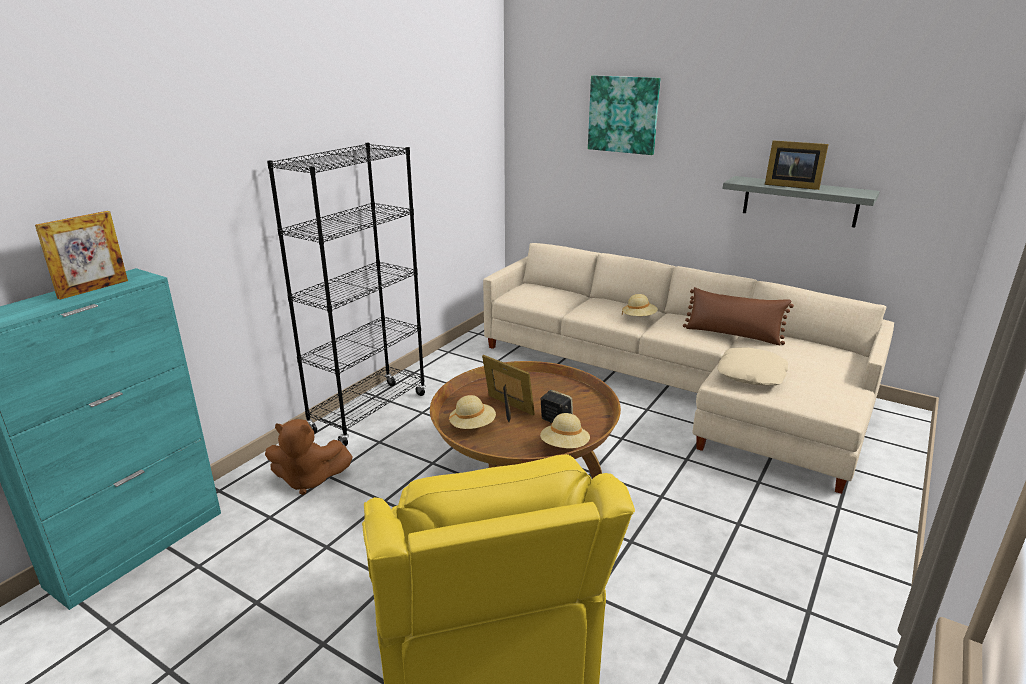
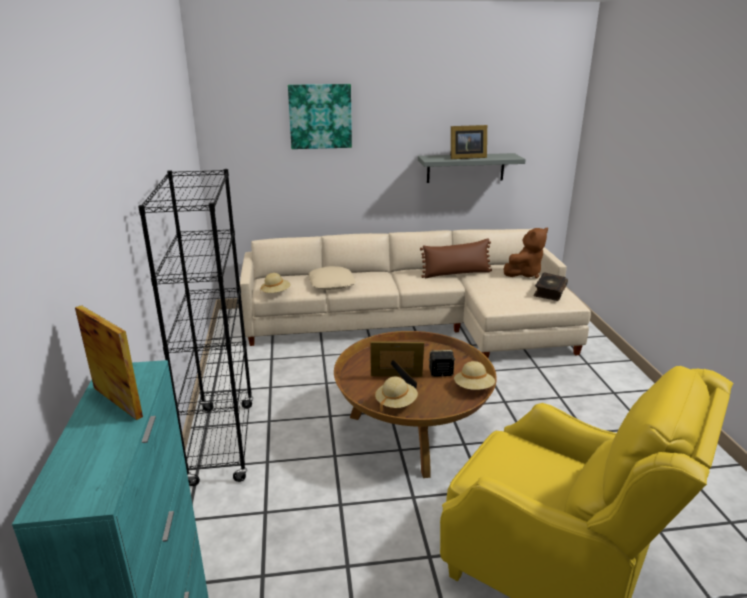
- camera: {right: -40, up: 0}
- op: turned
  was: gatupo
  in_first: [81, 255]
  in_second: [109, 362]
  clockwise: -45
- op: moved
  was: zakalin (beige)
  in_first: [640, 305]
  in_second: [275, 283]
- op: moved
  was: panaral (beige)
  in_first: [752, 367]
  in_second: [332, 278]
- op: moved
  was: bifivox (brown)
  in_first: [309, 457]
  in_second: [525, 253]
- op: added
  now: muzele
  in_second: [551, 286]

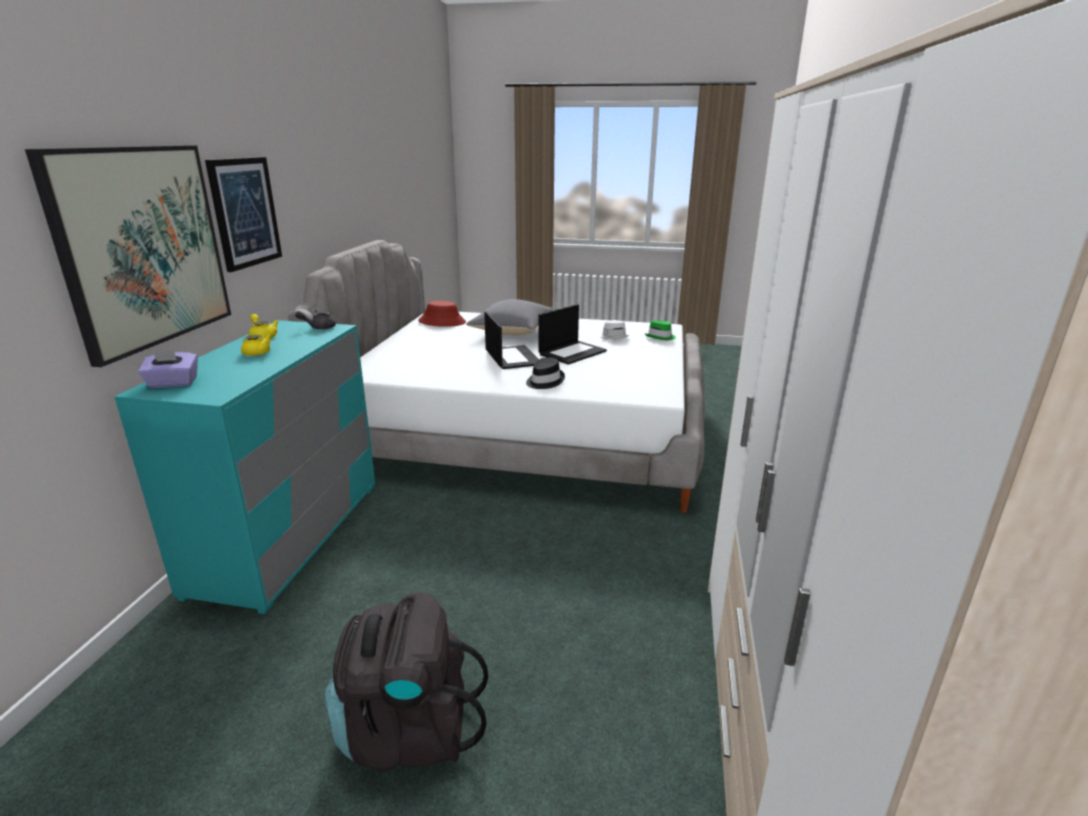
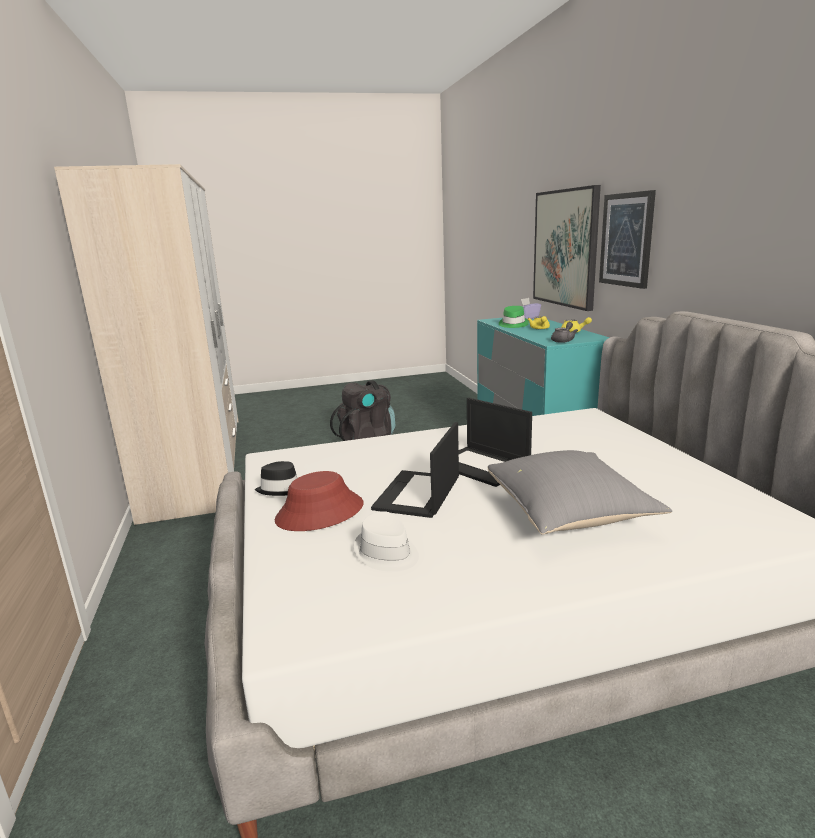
- camera: {right: 155, up: -5}
- op: moved
  was: zakalin (red)
  in_first: [442, 314]
  in_second: [319, 501]
- op: moved
  was: zakalin (green)
  in_first: [660, 330]
  in_second: [514, 317]
- op: moved
  was: zakalin (black)
  in_first: [545, 373]
  in_second: [276, 478]

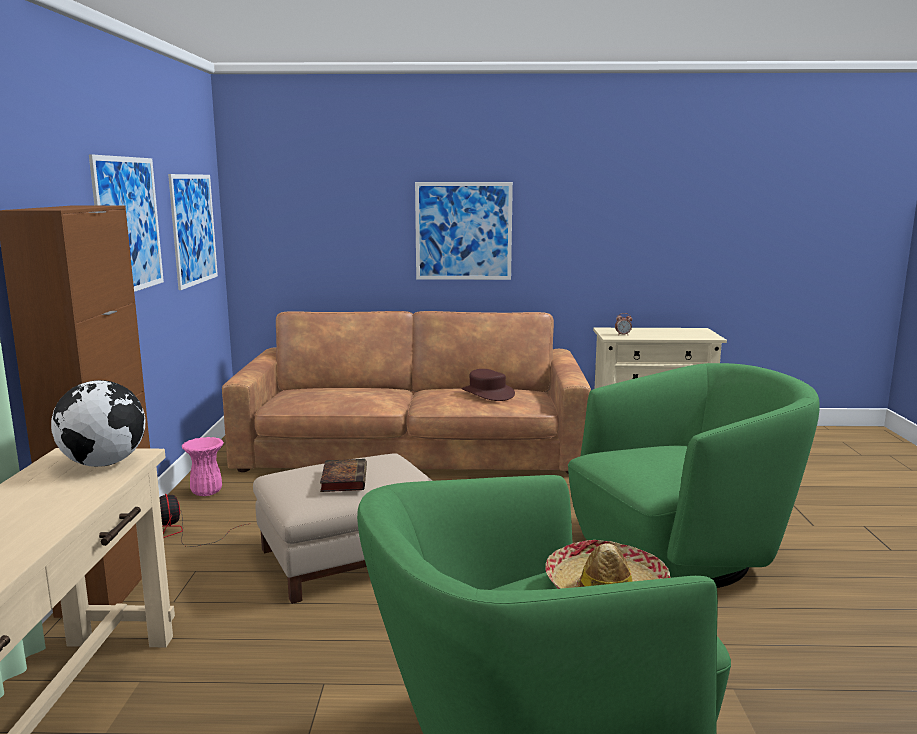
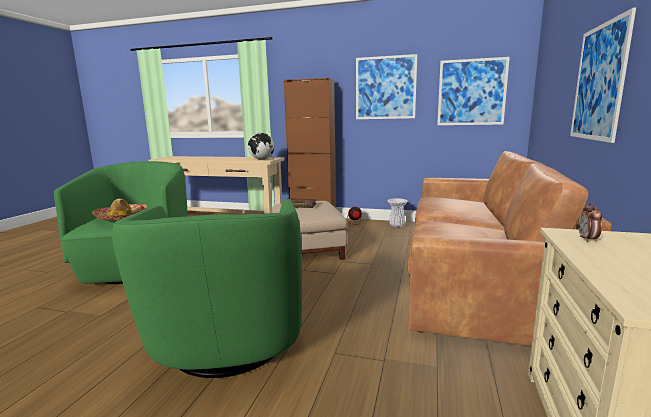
- camera: {right: 105, up: 0}
- op: removed
  was: zakalin (brown)
  in_first: [488, 385]
- op: recoloured
  was: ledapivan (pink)
  now: ledapivan (white)
  in_first: [203, 466]
  in_second: [397, 212]

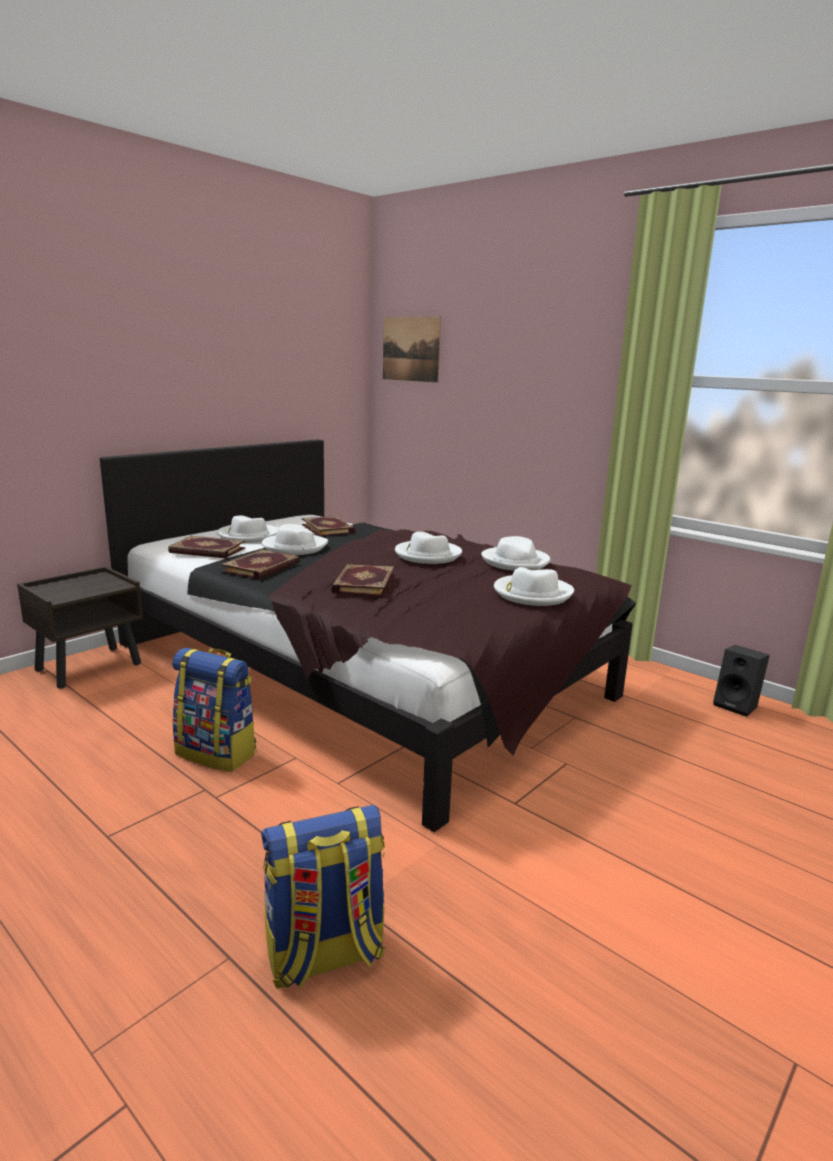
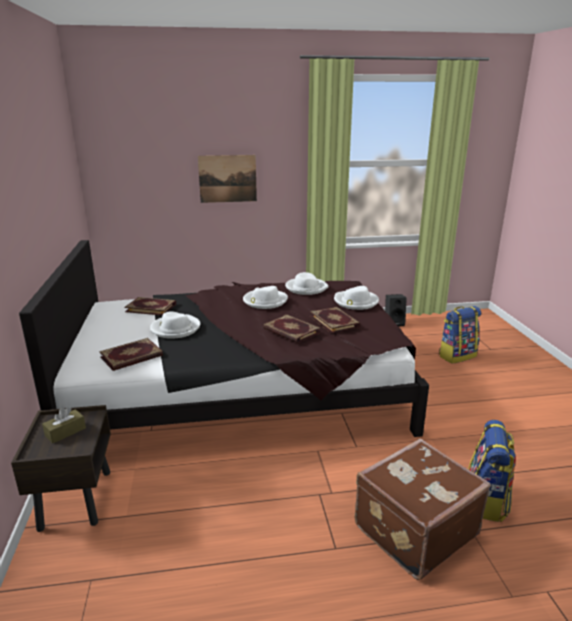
- camera: {right: -50, up: 5}
- op: moved
  was: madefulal
  in_first: [412, 350]
  in_second: [227, 179]
- op: removed
  was: zakalin (white)
  in_first: [247, 529]
- op: moved
  was: muzele
  in_first: [260, 564]
  in_second: [335, 320]
- op: moved
  was: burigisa
  in_first: [214, 710]
  in_second: [460, 335]
- op: added
  now: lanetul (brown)
  in_second: [64, 425]
- op: added
  now: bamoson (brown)
  in_second: [422, 509]

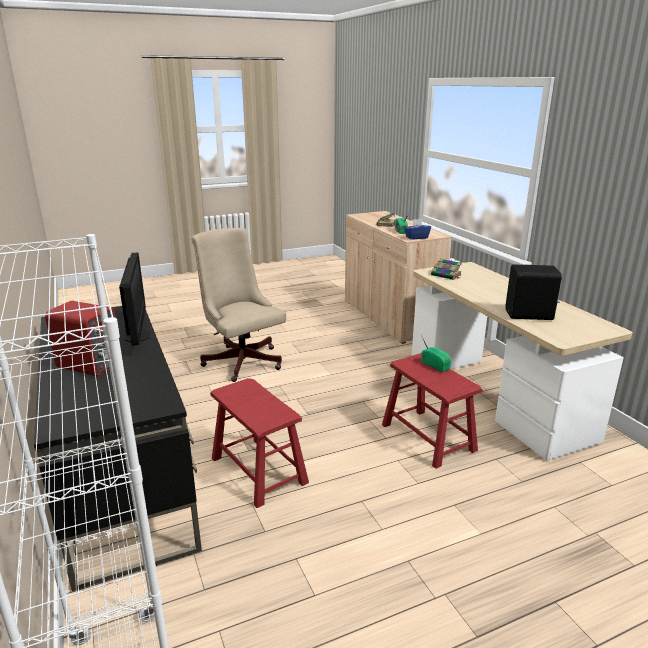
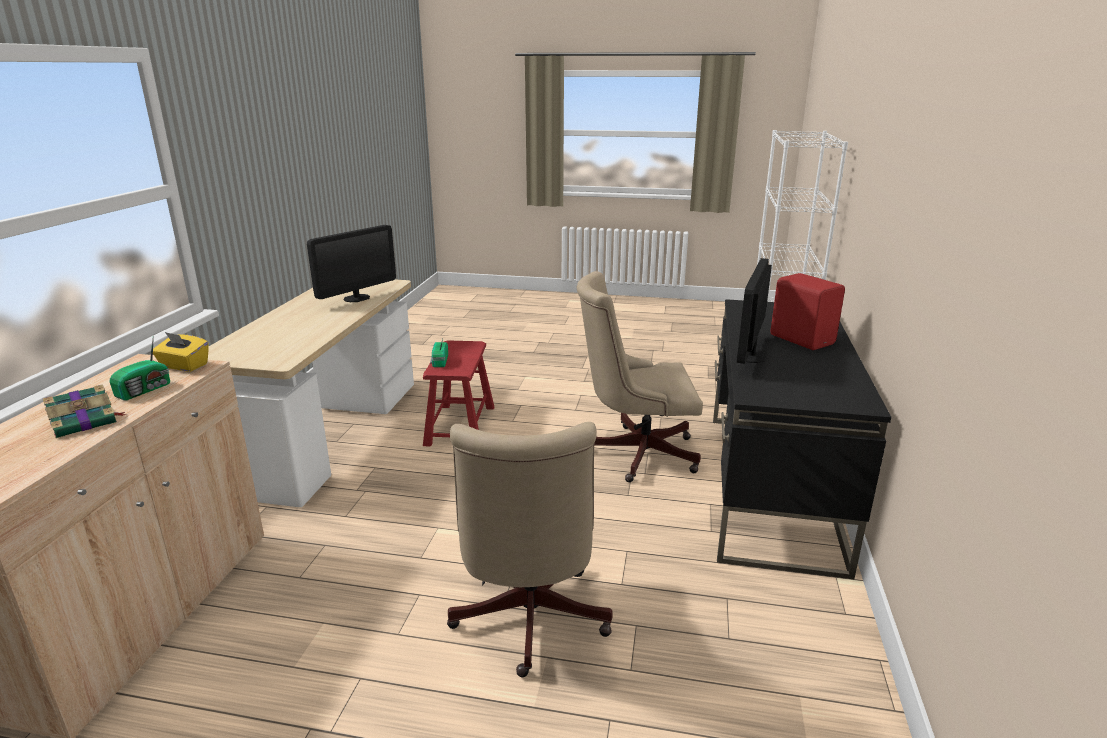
- camera: {right: -145, up: 0}
- op: recoloured
  was: lanetul (blue)
  now: lanetul (yellow)
  in_first: [417, 229]
  in_second: [181, 352]
- op: removed
  was: muzele
  in_first: [446, 269]
- op: replaced
  was: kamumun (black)
  now: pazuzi
  in_first: [533, 292]
  in_second: [351, 263]
- op: replaced
  was: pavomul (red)
  now: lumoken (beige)
  in_first: [259, 443]
  in_second: [640, 376]

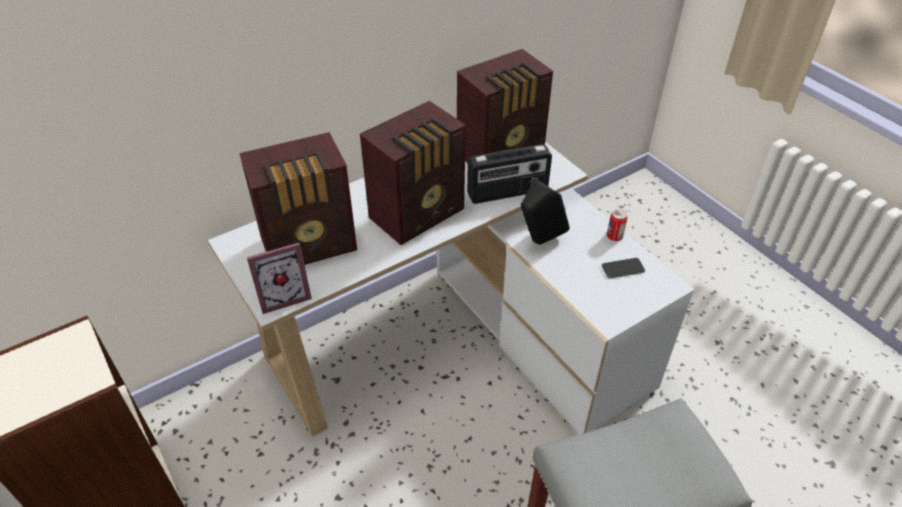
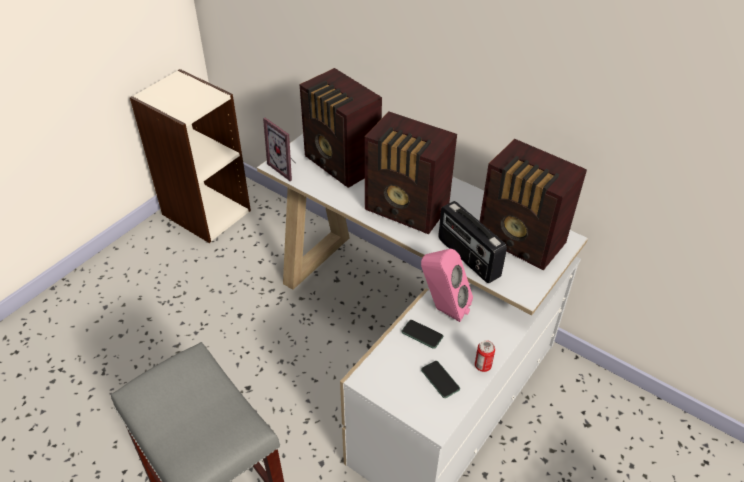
- camera: {right: 70, up: 0}
- op: recoloured
  was: kamumun (black)
  now: kamumun (pink)
  in_first: [545, 211]
  in_second: [447, 285]
- op: added
  now: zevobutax
  in_second: [422, 334]

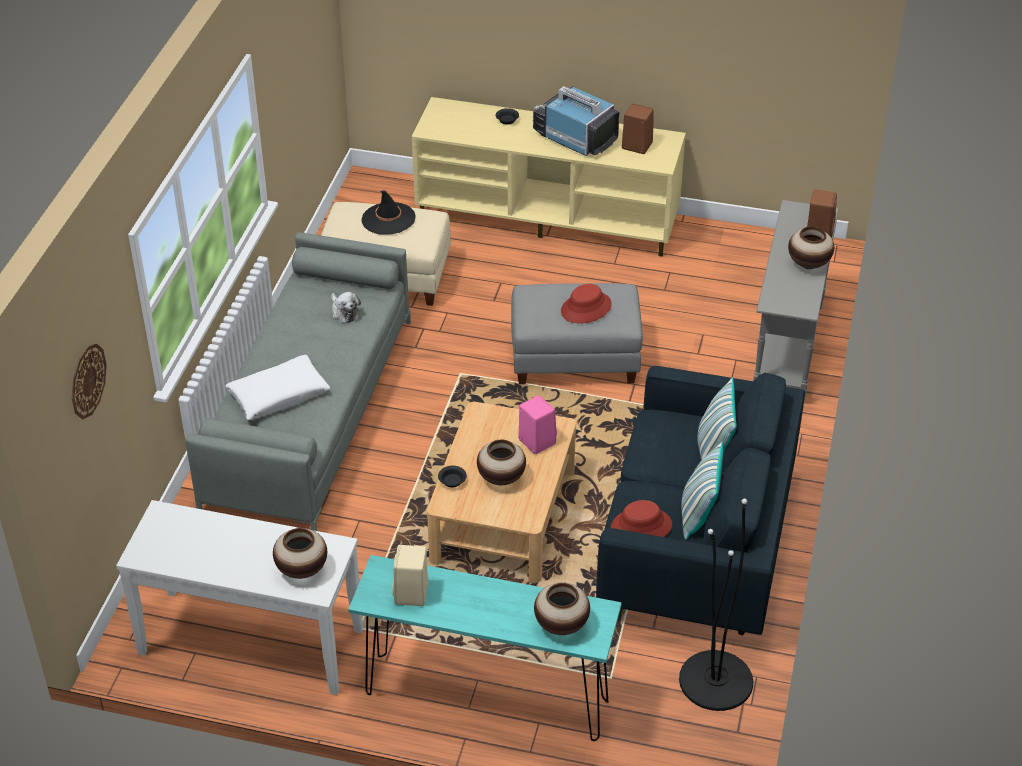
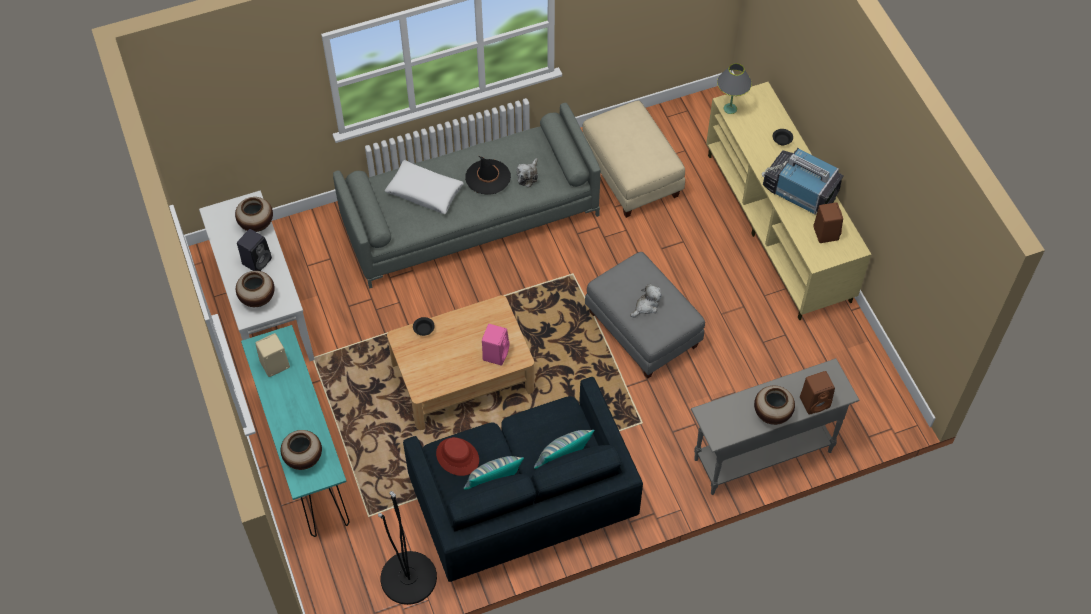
- camera: {right: 55, up: 15}
- op: turned
  was: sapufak
  in_first: [576, 121]
  in_second: [802, 181]
  clockwise: -60
- op: moved
  was: zakalin (black)
  in_first: [388, 212]
  in_second: [488, 175]
- op: replaced
  was: zakalin (red)
  now: bifivox
  in_first: [586, 304]
  in_second: [646, 300]
- op: removed
  was: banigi
  in_first: [89, 381]
- op: moved
  was: ledapivan
  in_first: [501, 462]
  in_second: [254, 214]
- op: added
  now: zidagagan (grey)
  in_second: [734, 88]
- op: added
  now: kamumun (black)
  in_second: [254, 250]

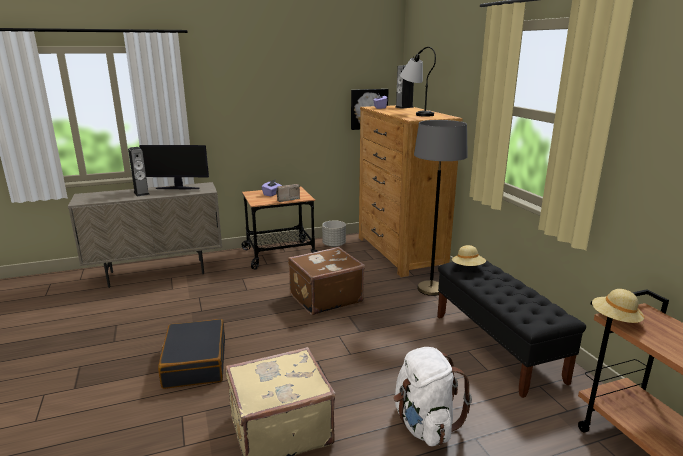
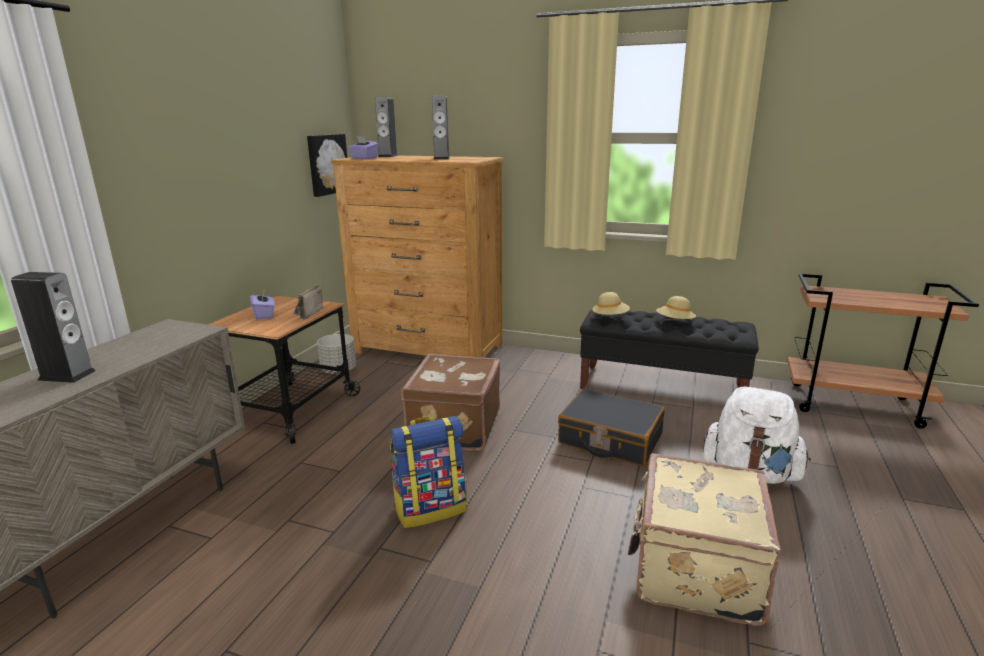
- camera: {right: -50, up: 0}
- op: replaced
  was: zidagagan
  now: kamumun
  in_first: [418, 82]
  in_second: [441, 127]
- op: removed
  was: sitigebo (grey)
  in_first: [441, 208]
- op: removed
  was: pazuzi
  in_first: [174, 167]
- op: moved
  was: zakalin (beige)
  in_first: [618, 306]
  in_second: [676, 308]
- op: moved
  was: bamoson (black)
  in_first: [191, 354]
  in_second: [611, 427]
- op: added
  now: burigisa
  in_second: [428, 472]

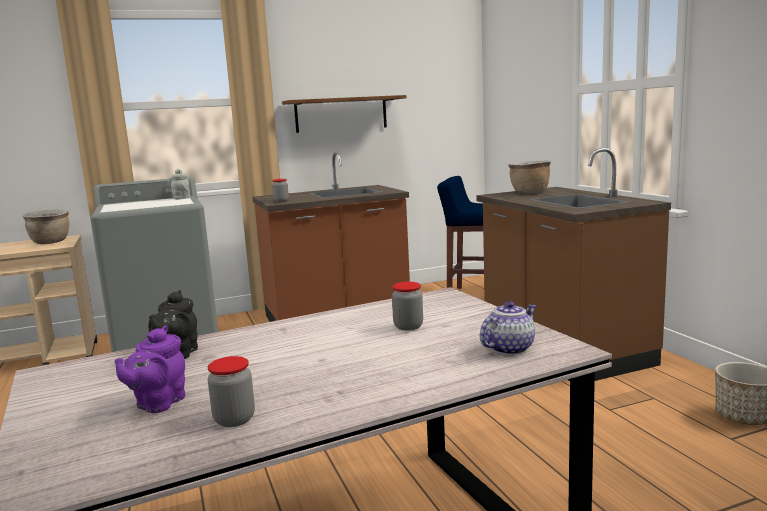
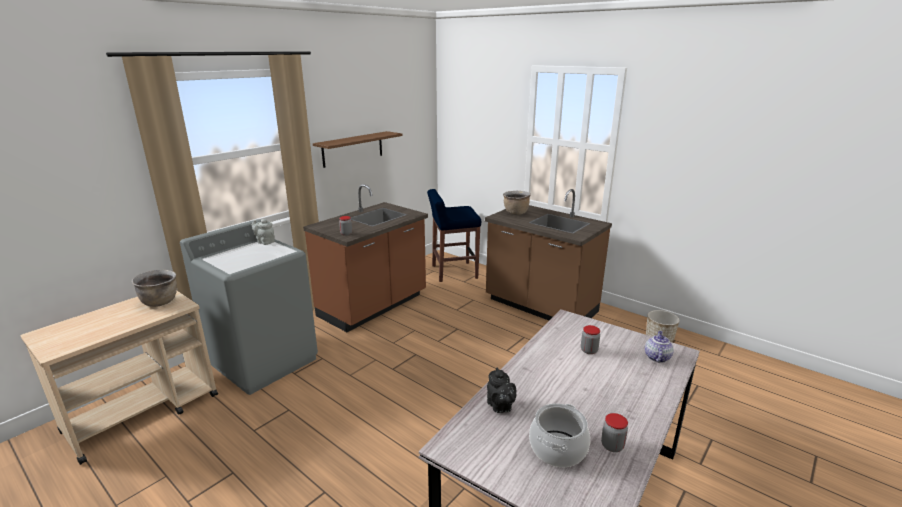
- camera: {right: -30, up: 10}
- op: replaced
  was: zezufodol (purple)
  now: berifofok
  in_first: [150, 369]
  in_second: [559, 435]

